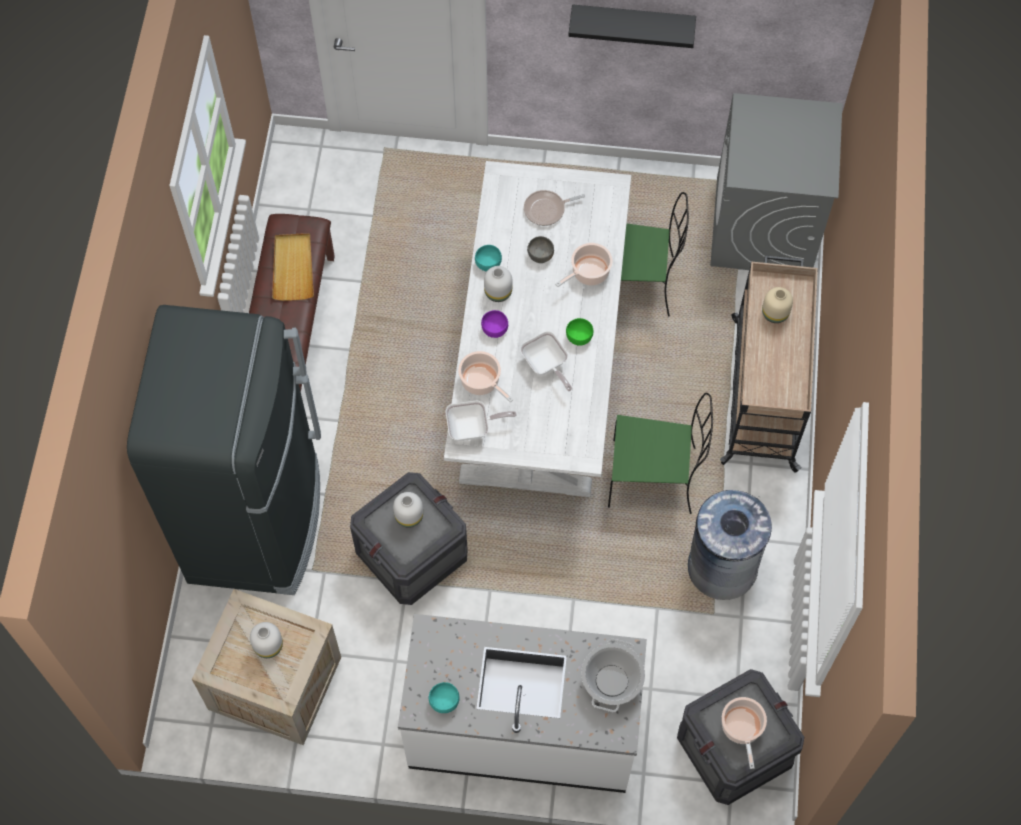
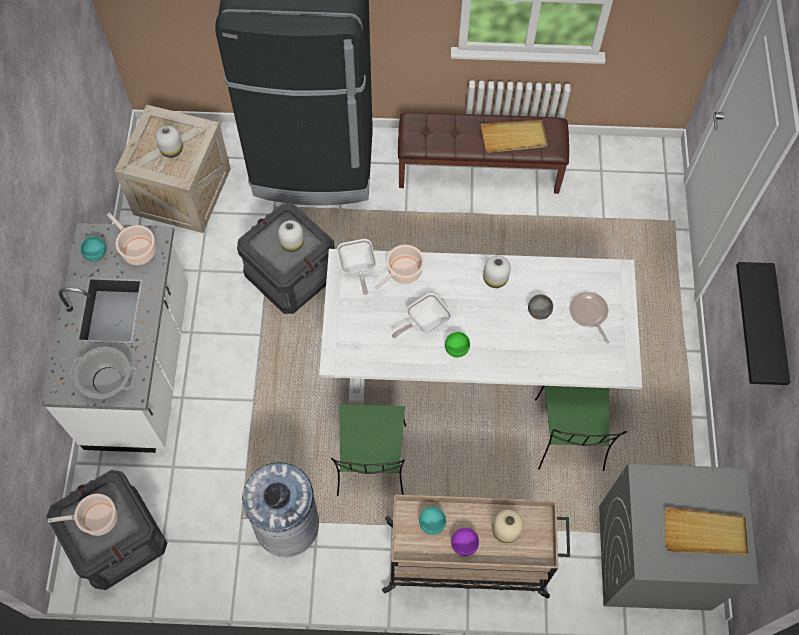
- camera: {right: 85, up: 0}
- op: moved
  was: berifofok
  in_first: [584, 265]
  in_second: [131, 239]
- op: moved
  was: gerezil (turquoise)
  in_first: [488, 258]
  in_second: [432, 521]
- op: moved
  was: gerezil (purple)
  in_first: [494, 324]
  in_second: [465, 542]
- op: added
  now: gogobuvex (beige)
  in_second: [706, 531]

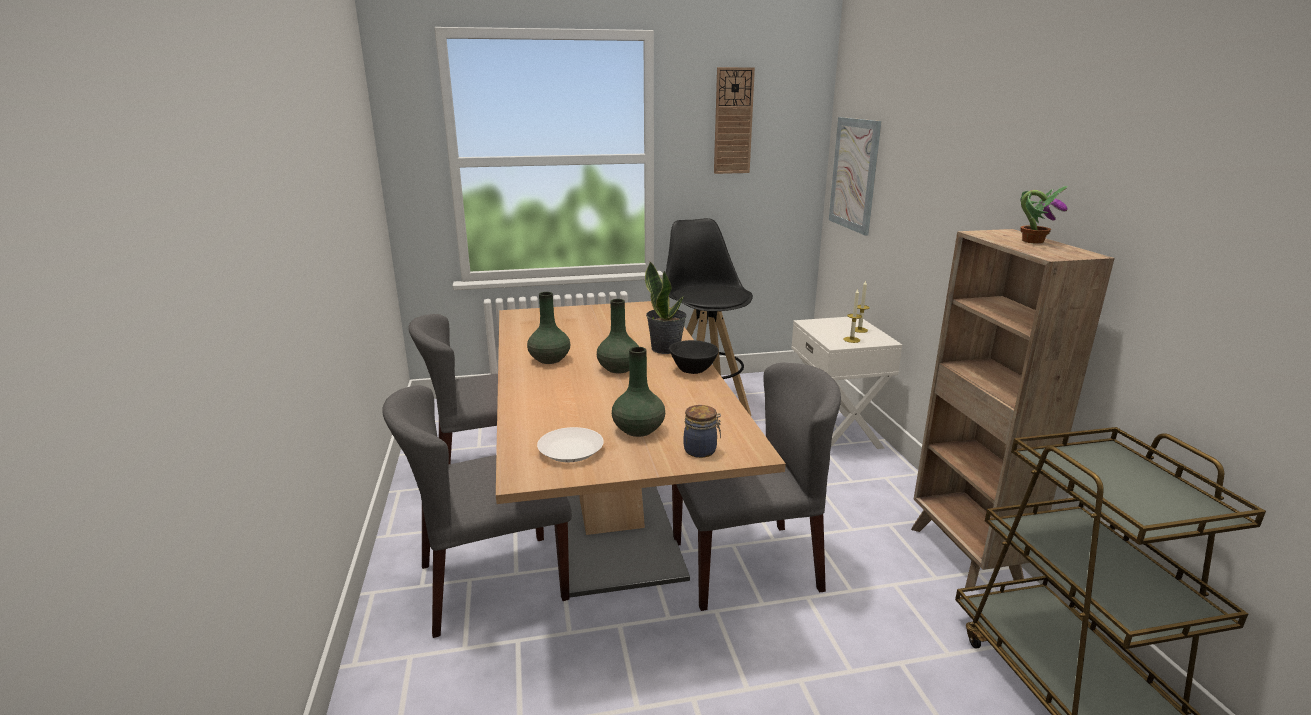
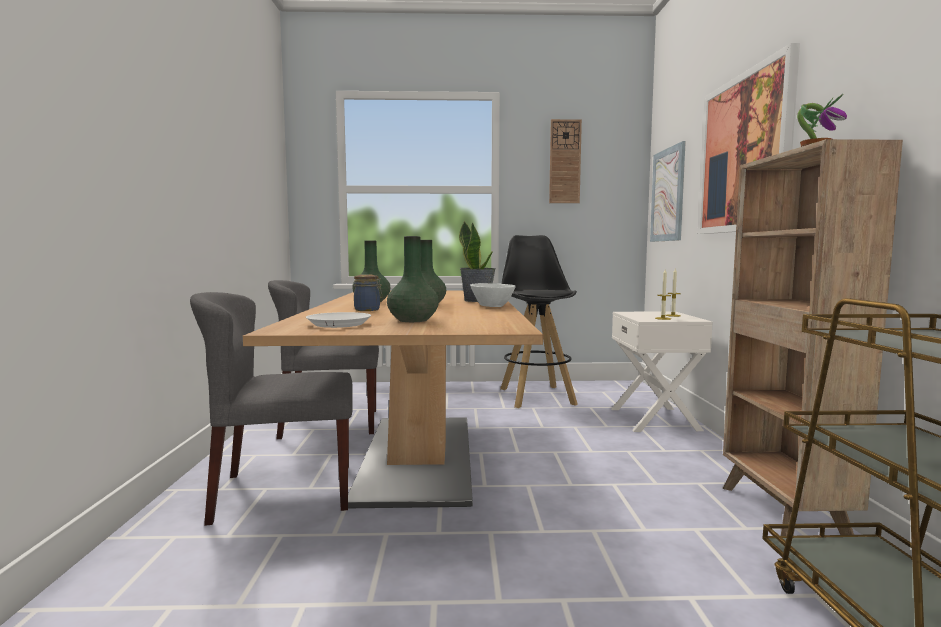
- camera: {right: 10, up: -15}
- op: recoloured
  was: gerezil (black)
  now: gerezil (white)
  in_first: [694, 357]
  in_second: [493, 295]
- op: removed
  was: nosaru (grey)
  in_first: [756, 487]
- op: moved
  was: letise
  in_first: [702, 431]
  in_second: [368, 292]
- op: added
  now: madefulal
  in_second: [749, 138]

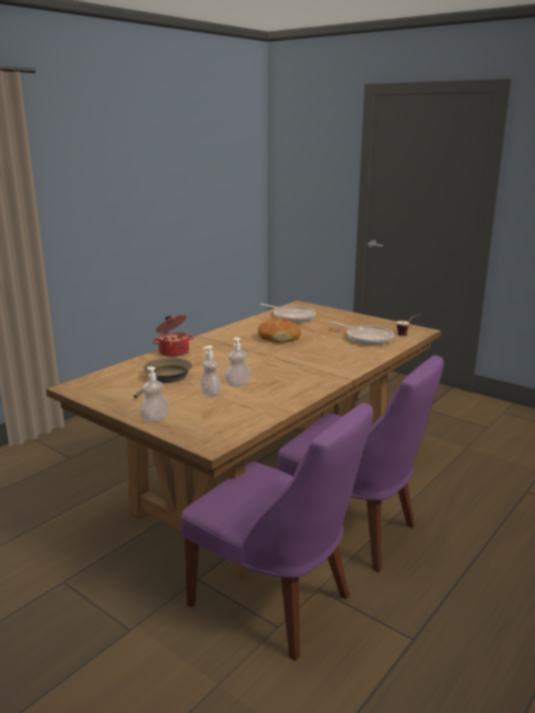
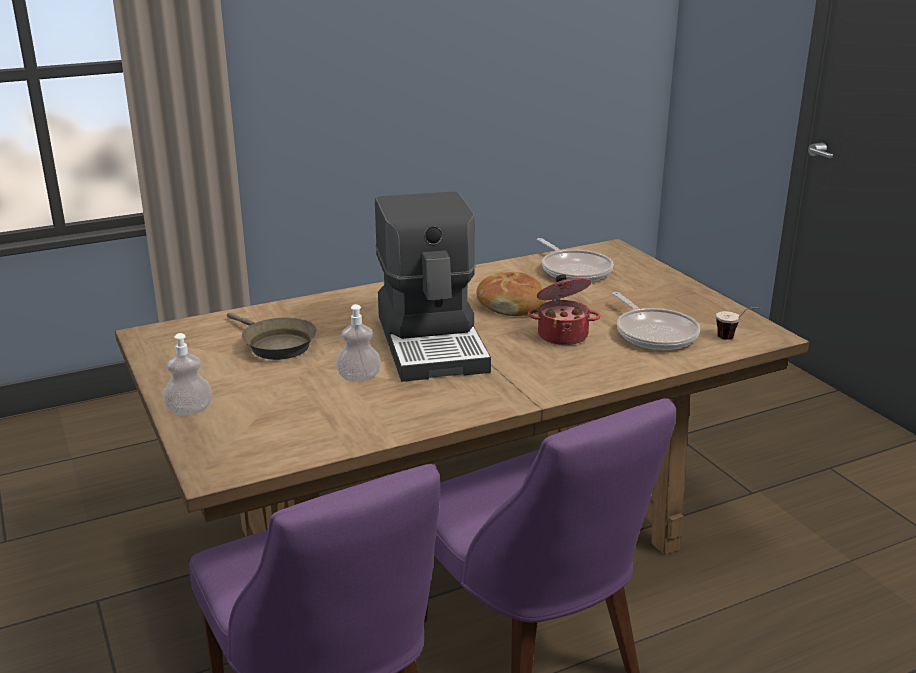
- camera: {right: 25, up: 5}
- op: moved
  was: berifofok
  in_first: [173, 336]
  in_second: [564, 310]
- op: removed
  was: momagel
  in_first: [210, 371]
- op: turned
  was: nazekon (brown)
  in_first: [163, 378]
  in_second: [272, 336]
  clockwise: 90
- op: added
  now: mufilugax
  in_second: [433, 286]

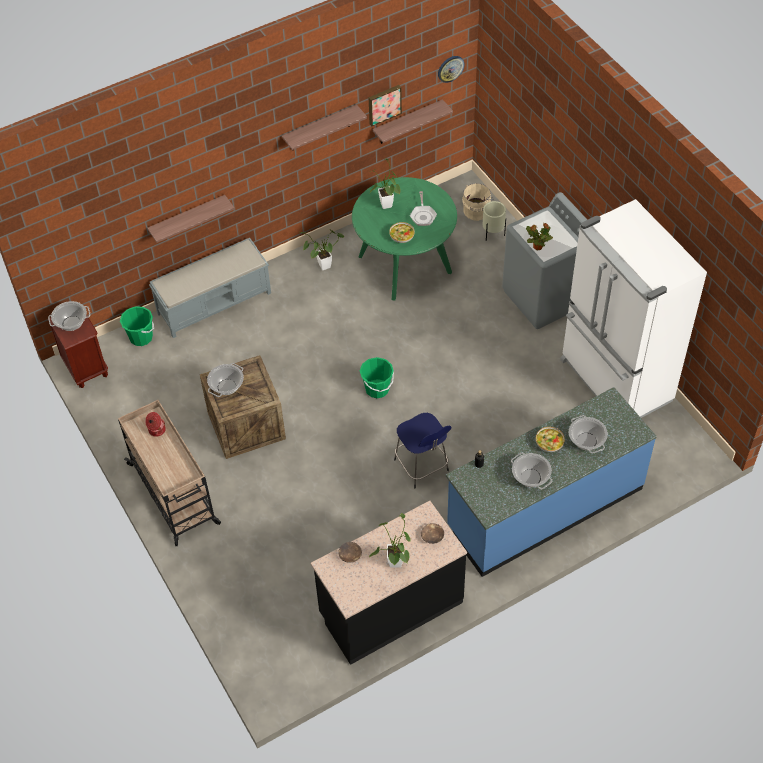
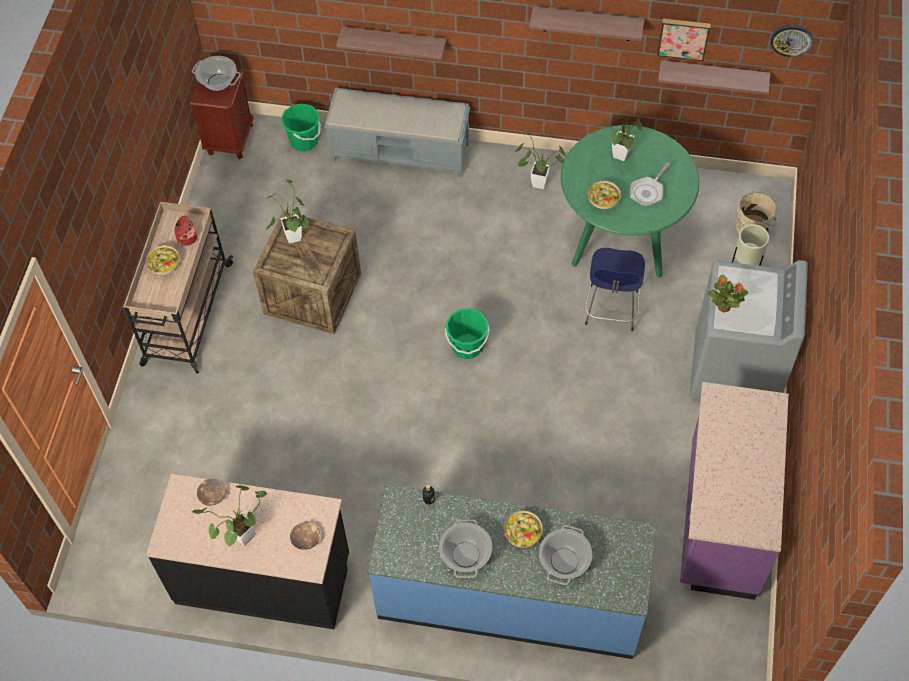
- camera: {right: 40, up: 5}
- op: replaced
  was: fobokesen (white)
  now: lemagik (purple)
  in_first: [633, 308]
  in_second: [734, 491]
- op: replaced
  was: berifofok
  now: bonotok
  in_first: [225, 380]
  in_second: [287, 211]
- op: moved
  was: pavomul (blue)
  in_first: [422, 450]
  in_second: [615, 289]
- op: added
  now: gerezil
  in_second: [163, 260]

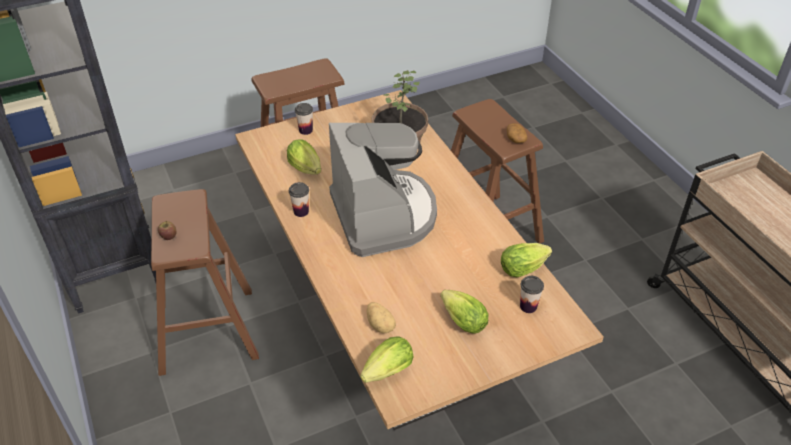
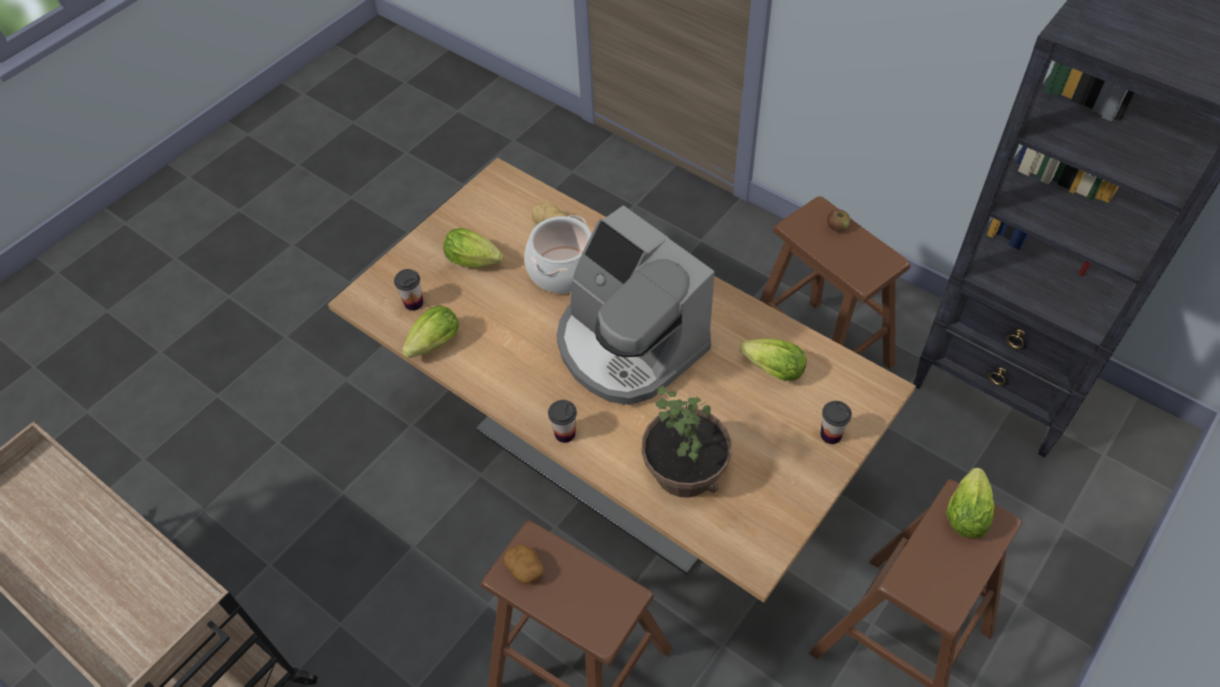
- camera: {right: 155, up: 10}
- op: moved
  was: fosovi
  in_first: [299, 199]
  in_second: [562, 421]
- op: moved
  was: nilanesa
  in_first: [386, 359]
  in_second: [970, 503]
- op: added
  now: berifofok
  in_second: [557, 254]

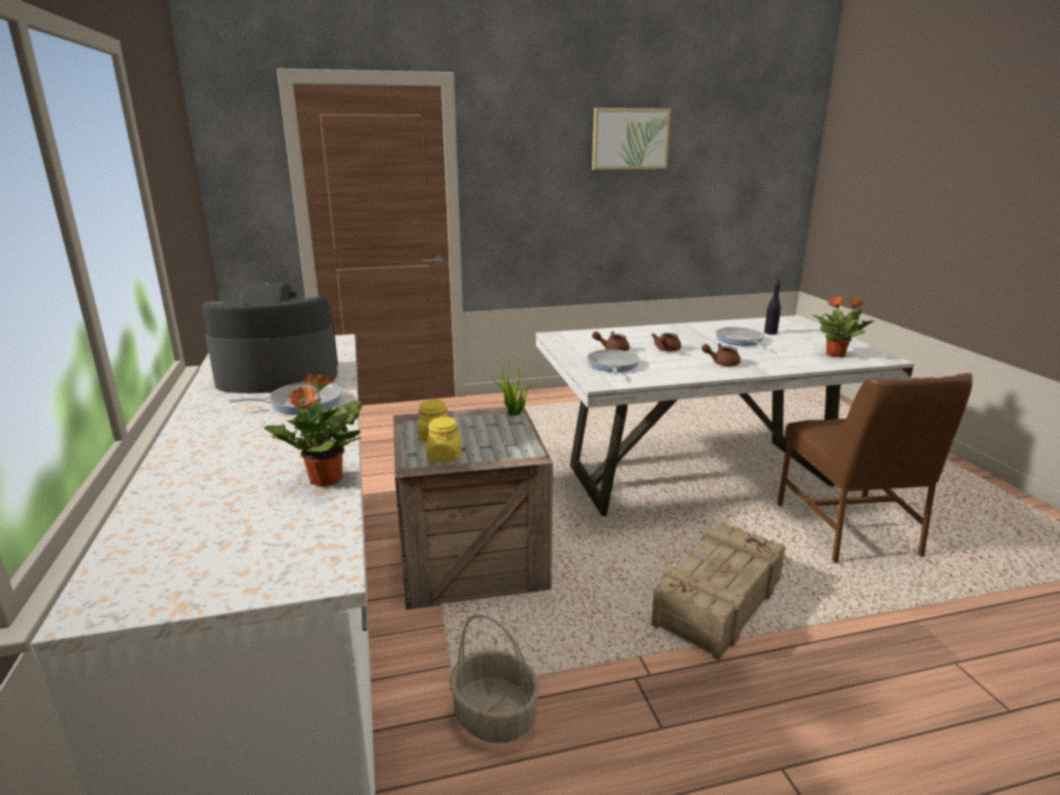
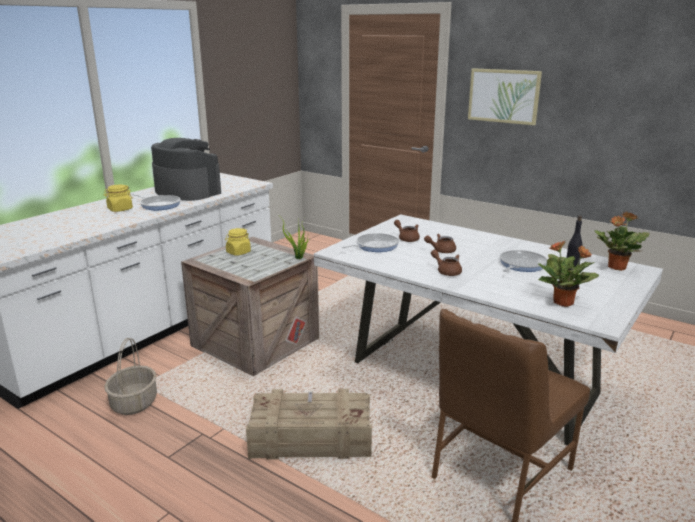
- camera: {right: 50, up: 0}
- op: moved
  was: madefulal
  in_first: [631, 139]
  in_second: [505, 96]
- op: moved
  was: bonotok
  in_first: [313, 429]
  in_second: [622, 241]
- op: moved
  was: letise (yellow)
  in_first: [444, 439]
  in_second: [118, 198]

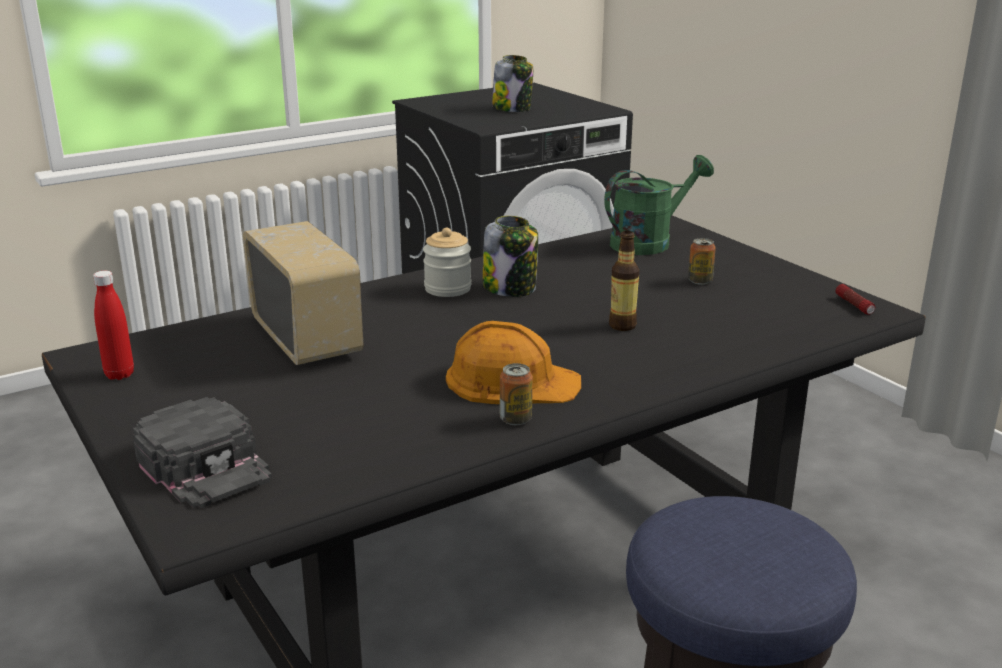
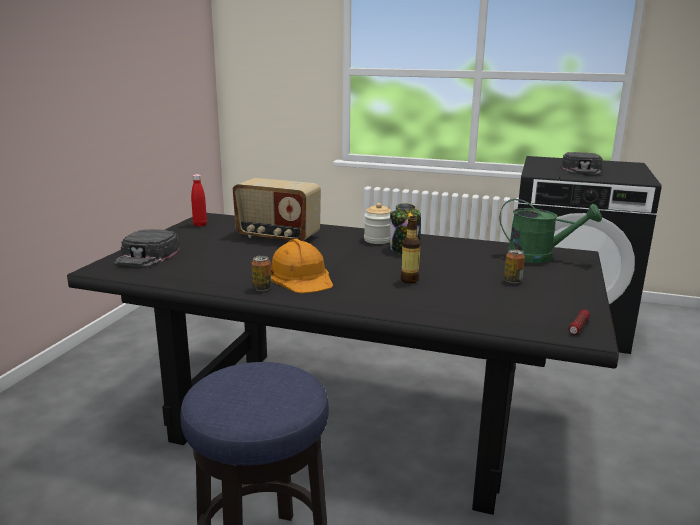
- camera: {right: 50, up: -5}
- op: replaced
  was: letise
  now: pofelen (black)
  in_first: [512, 83]
  in_second: [582, 163]
- op: turned
  was: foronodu
  in_first: [303, 293]
  in_second: [277, 209]
  clockwise: 90

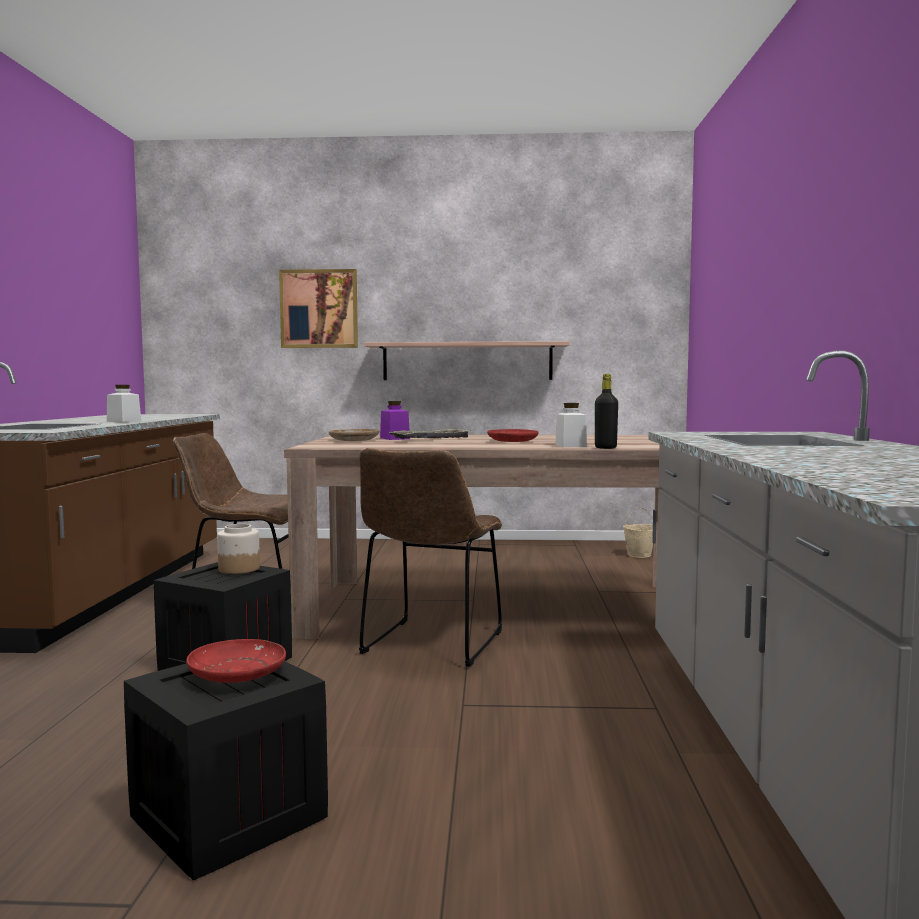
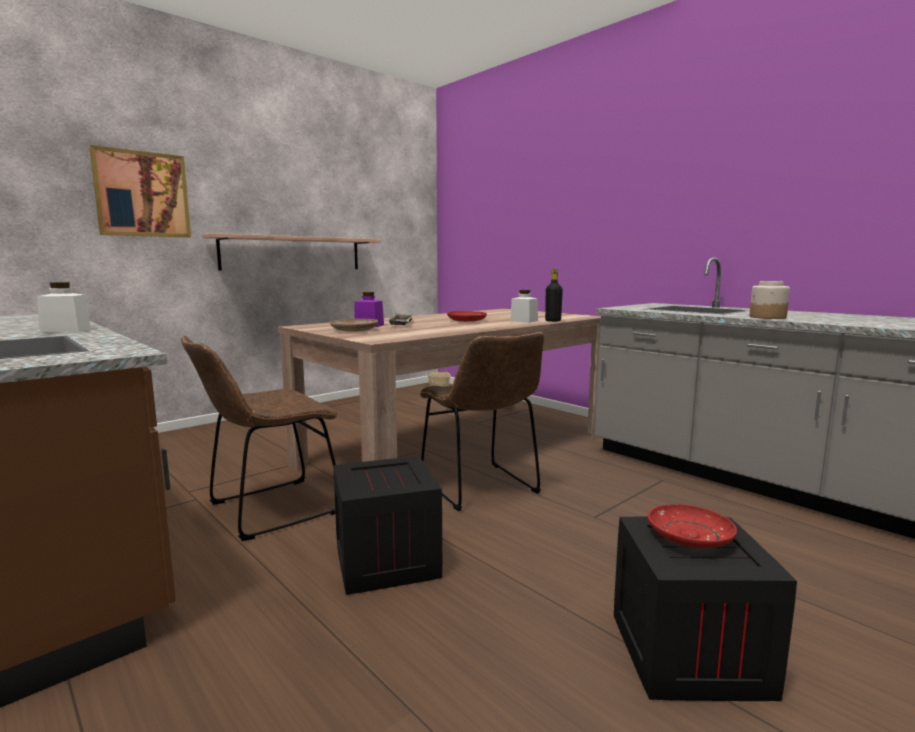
- camera: {right: -45, up: 5}
- op: moved
  was: letise
  in_first: [238, 549]
  in_second: [770, 300]

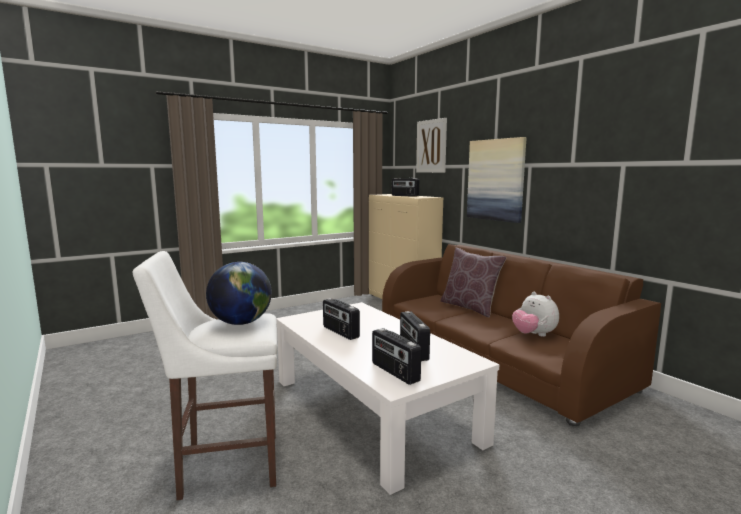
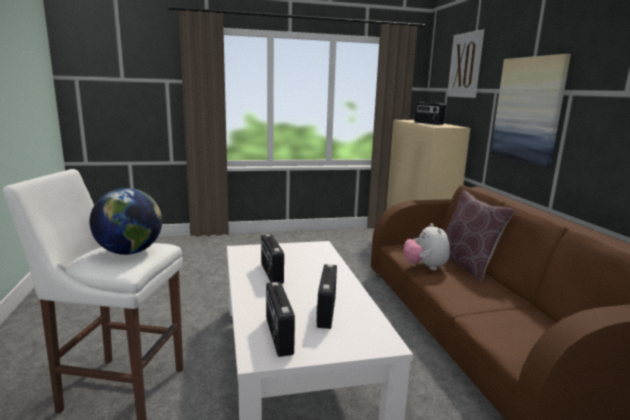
- camera: {right: 20, up: 5}
- op: moved
  was: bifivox
  in_first: [535, 314]
  in_second: [426, 246]

